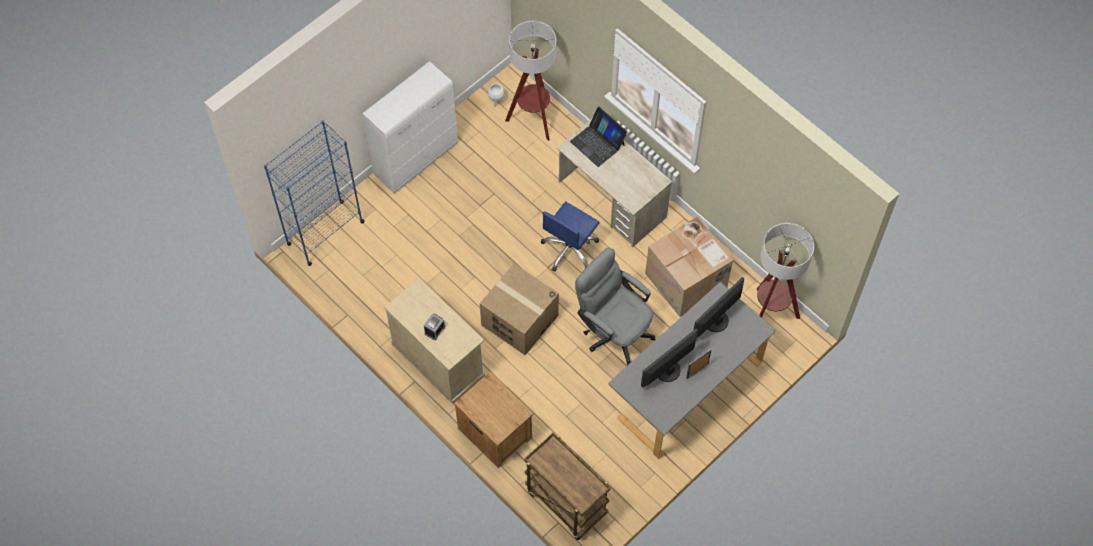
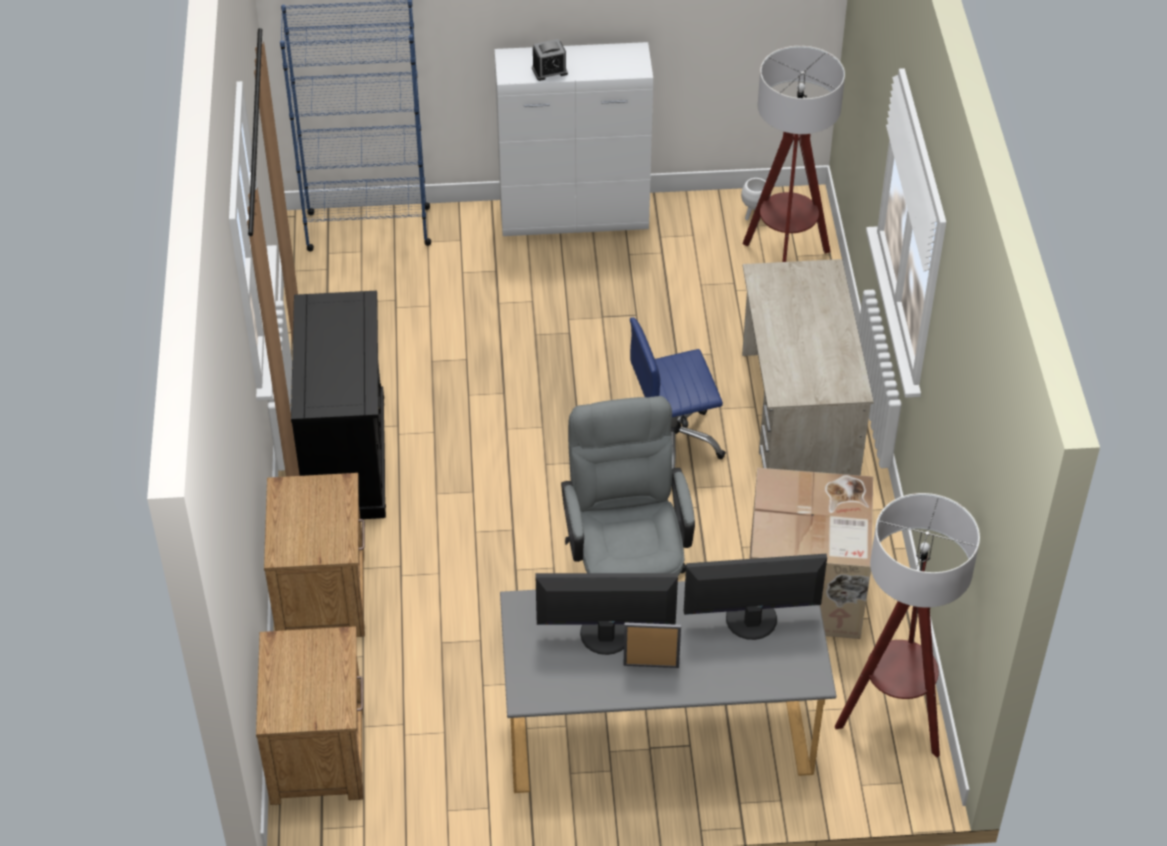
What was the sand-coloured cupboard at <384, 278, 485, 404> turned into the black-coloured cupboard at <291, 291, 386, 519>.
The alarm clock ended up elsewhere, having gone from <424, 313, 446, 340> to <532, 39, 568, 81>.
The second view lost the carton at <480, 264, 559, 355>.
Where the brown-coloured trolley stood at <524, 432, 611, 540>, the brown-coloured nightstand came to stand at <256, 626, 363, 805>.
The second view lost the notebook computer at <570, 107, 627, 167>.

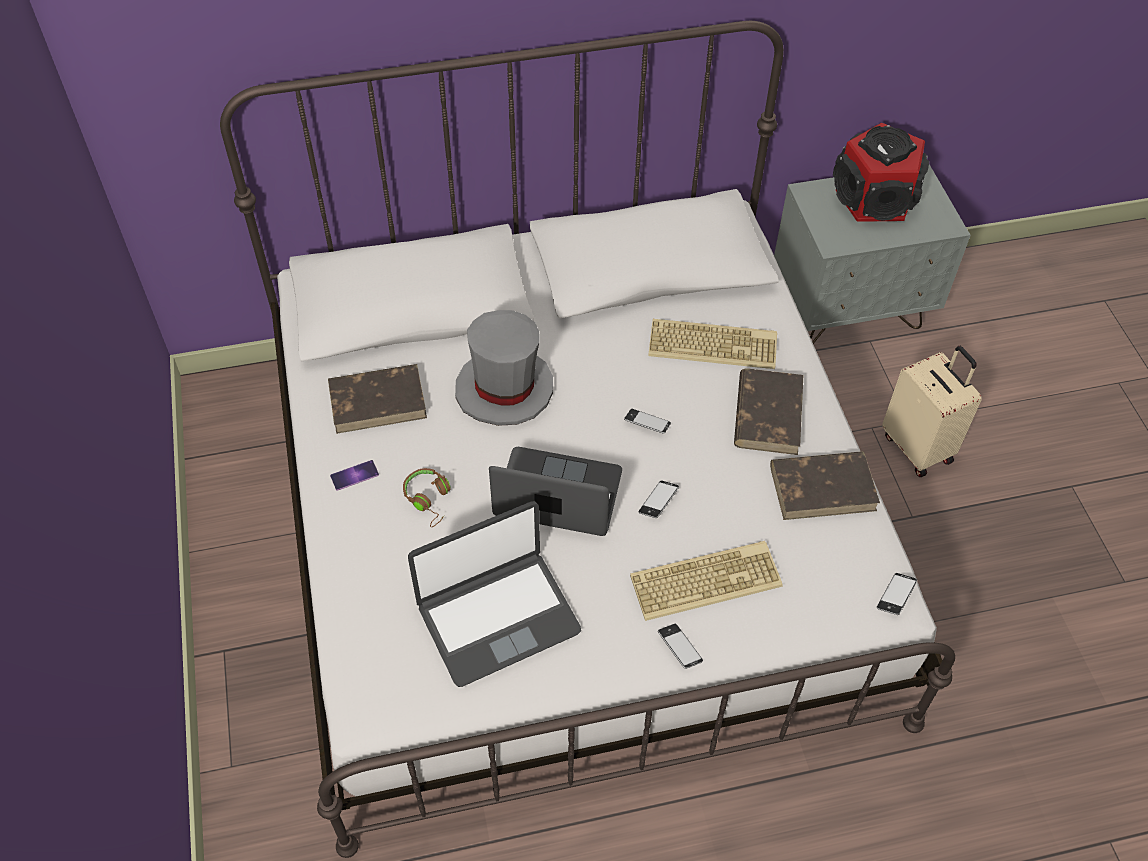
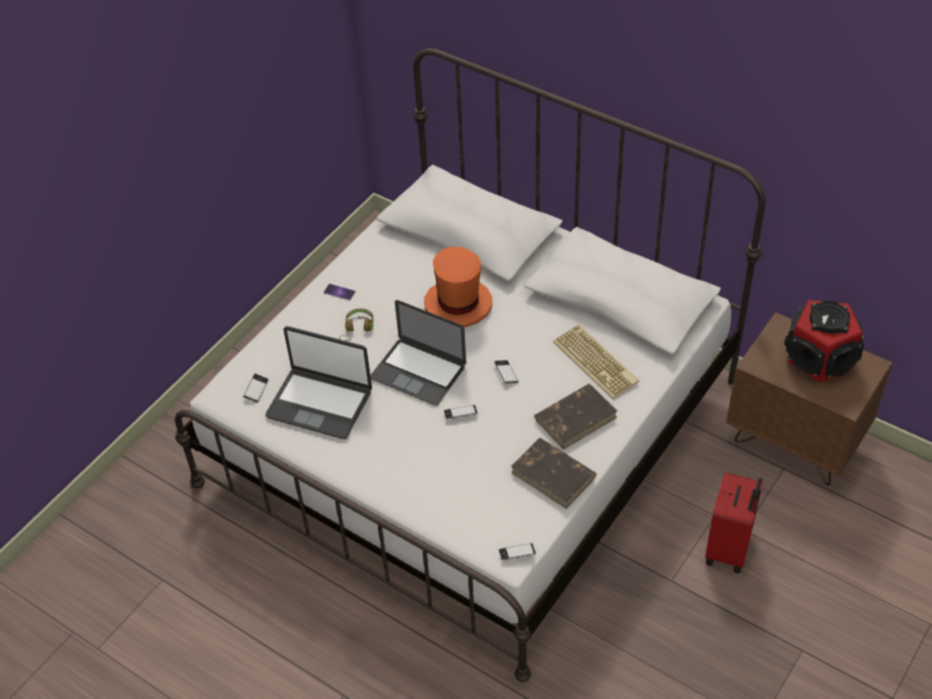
The second view lost the brown-coloured bound book at <328, 364, 427, 434>.
What was the grey hat at <455, 310, 553, 426> turned into the orangey hat at <424, 247, 492, 327>.
The notebook computer at <489, 447, 622, 536> ended up facing another way, 150 degrees clockwise from before.
The second view lost the keyboard at <630, 541, 783, 621>.
The telephone ended up elsewhere, having gone from <658, 624, 703, 669> to <243, 374, 268, 403>.
What was the grey nightstand at <774, 164, 971, 344> turned into the brown-coloured nightstand at <726, 312, 893, 486>.
What was the sand-coloured travel case at <882, 346, 982, 477> turned into the red travel case at <705, 472, 763, 573>.

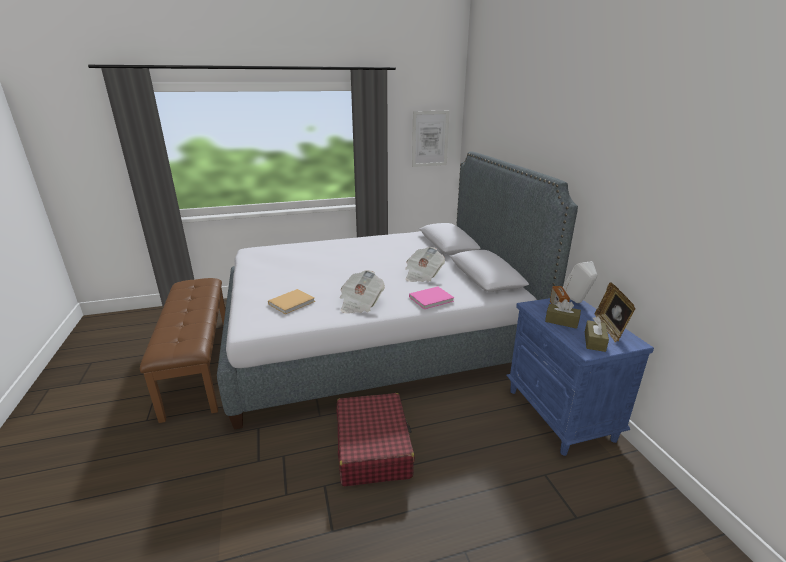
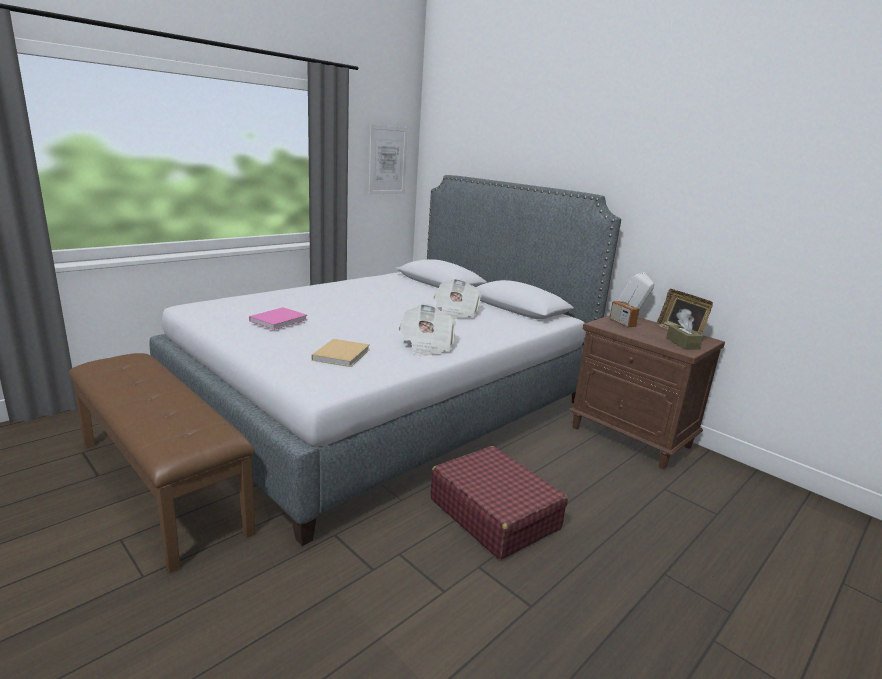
The pink-coloured bound book ended up elsewhere, having gone from <409, 287, 454, 309> to <249, 307, 308, 330>.
What was the blue-coloured nightstand at <506, 298, 654, 456> turned into the brown-coloured nightstand at <569, 315, 725, 469>.
The second view lost the brown-coloured tissue holder at <545, 299, 581, 329>.

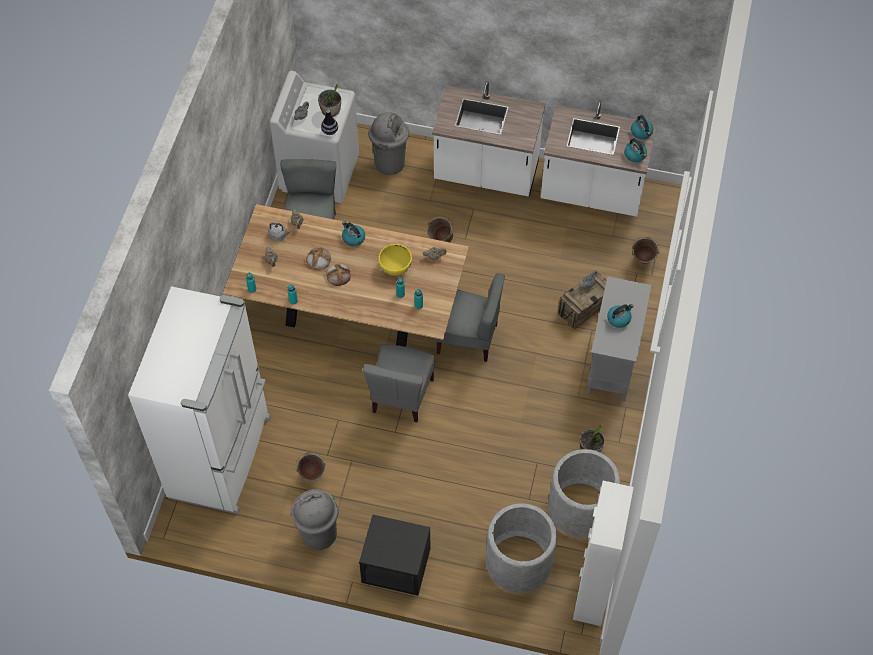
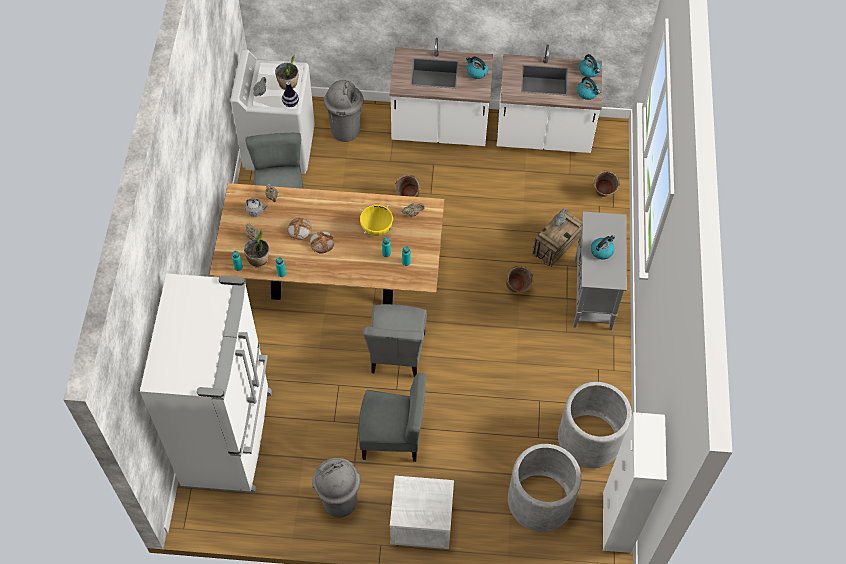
The green-coloured pail ended up elsewhere, having gone from <296, 452, 326, 482> to <506, 266, 534, 292>.
The tea kettle ended up elsewhere, having gone from <342, 221, 365, 246> to <466, 57, 488, 79>.
What was the black-coloured nightstand at <359, 515, 431, 596> turned into the whitish nightstand at <390, 476, 454, 549>.
The grey chair ended up elsewhere, having gone from <435, 273, 505, 362> to <358, 373, 426, 462>.
The potted plant ended up elsewhere, having gone from <580, 423, 605, 452> to <244, 229, 269, 267>.

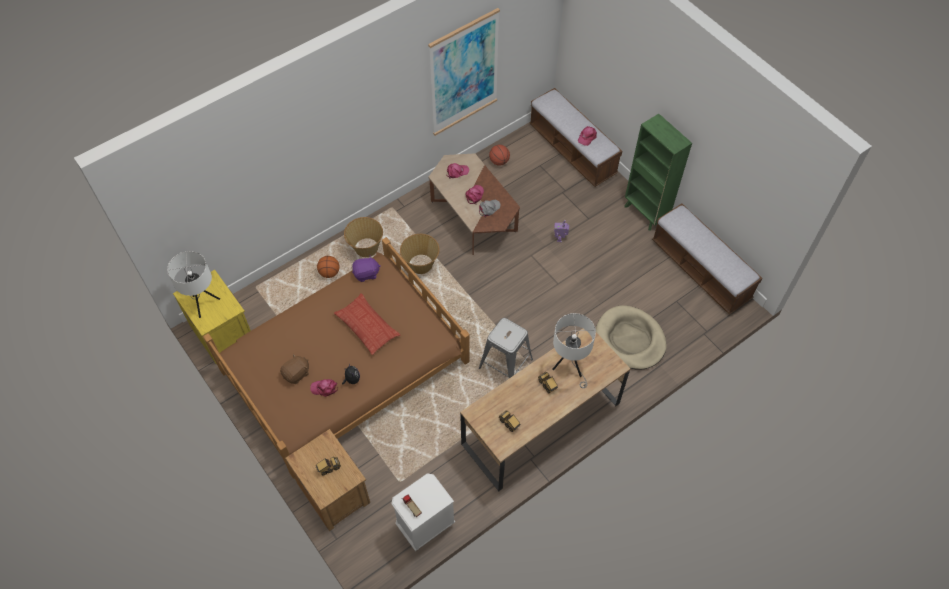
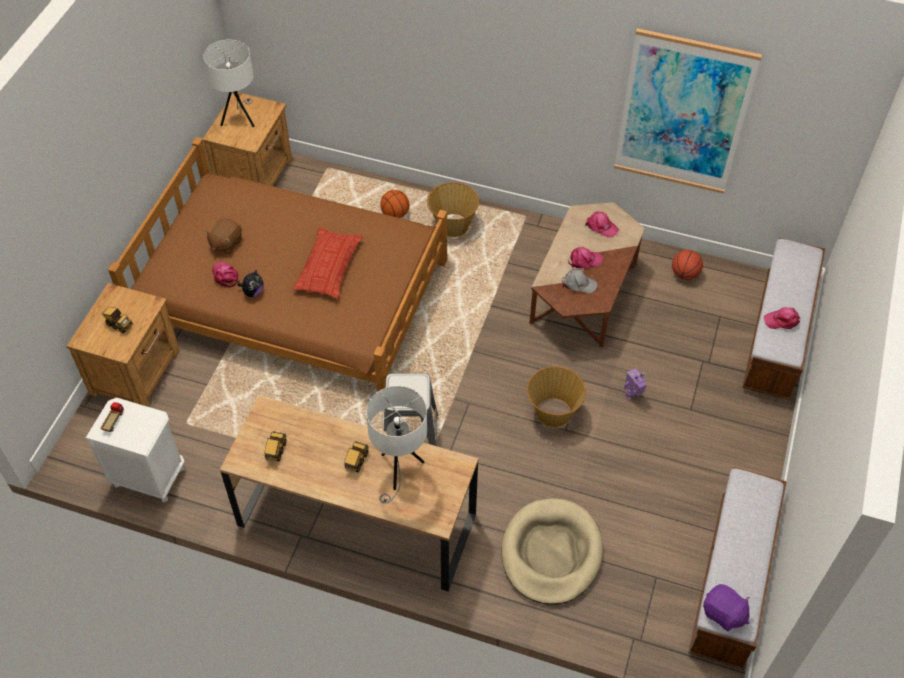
What was the yellow nightstand at <173, 270, 251, 363> turned into the brown-coloured nightstand at <203, 93, 292, 186>.
The brown-coloured plush toy at <280, 354, 309, 384> ended up facing another way, 105 degrees clockwise from before.
The purple plush toy ended up elsewhere, having gone from <352, 256, 381, 282> to <703, 584, 750, 631>.
The storage basket ended up elsewhere, having gone from <400, 234, 440, 274> to <527, 366, 586, 427>.
The second view lost the green-coloured shelving unit at <625, 114, 692, 231>.

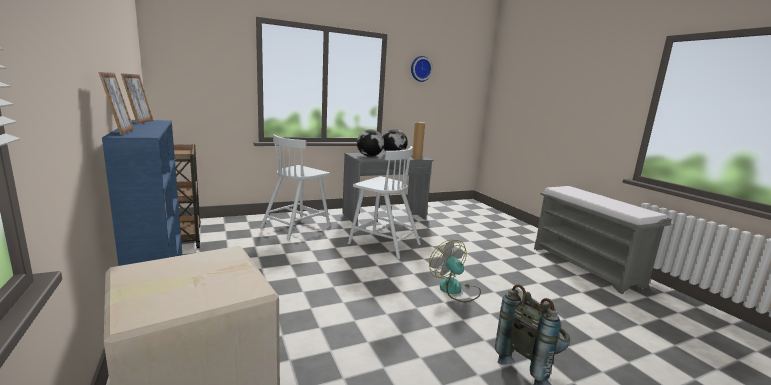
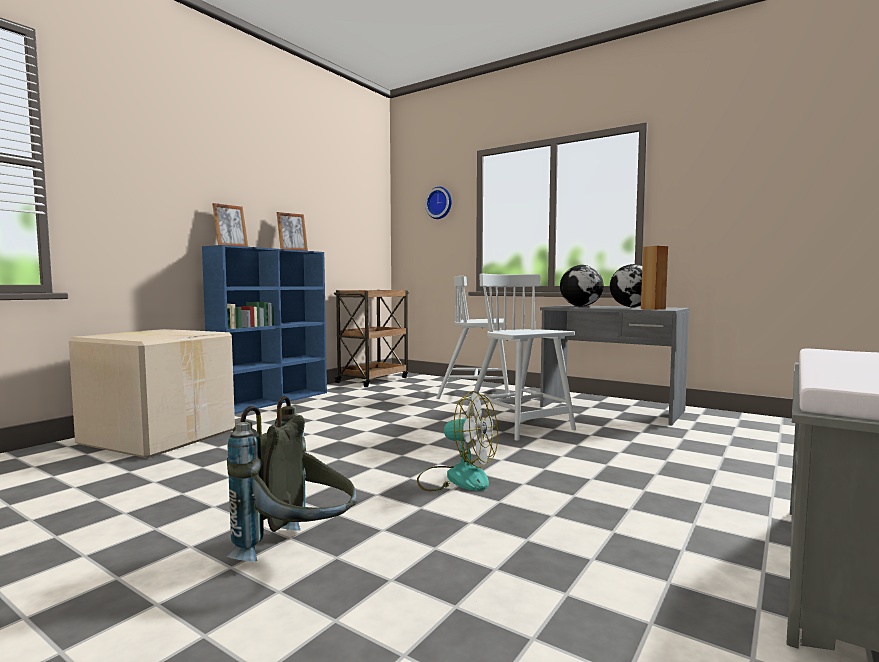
The whitish chair at <348, 146, 421, 259> ended up facing another way, 150 degrees clockwise from before.
The hanging clock ended up elsewhere, having gone from <411, 56, 433, 82> to <425, 187, 452, 219>.
The fan at <429, 240, 481, 303> ended up facing another way, 90 degrees clockwise from before.

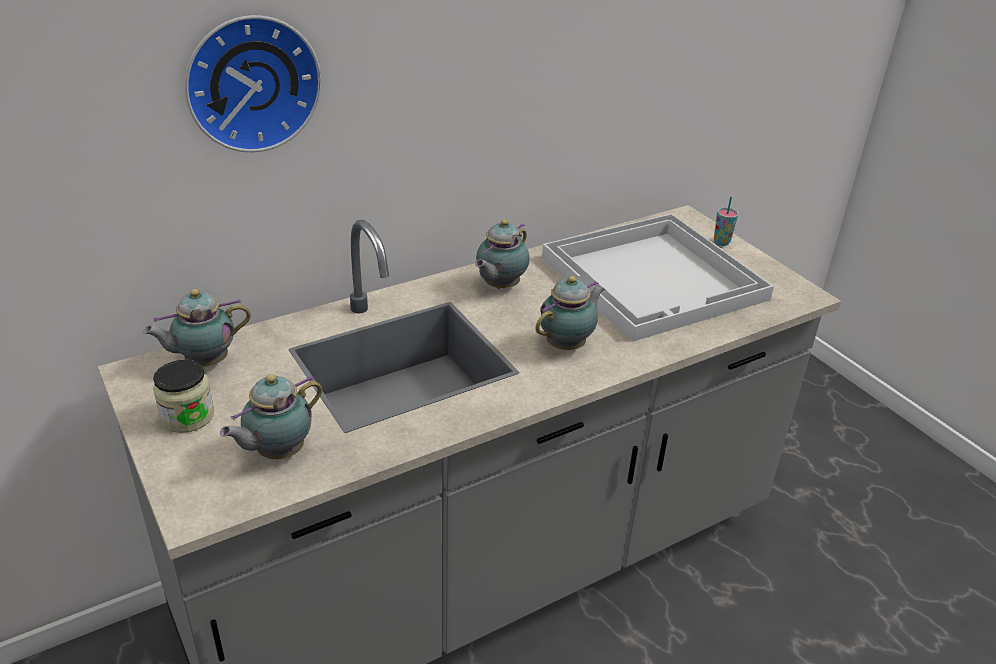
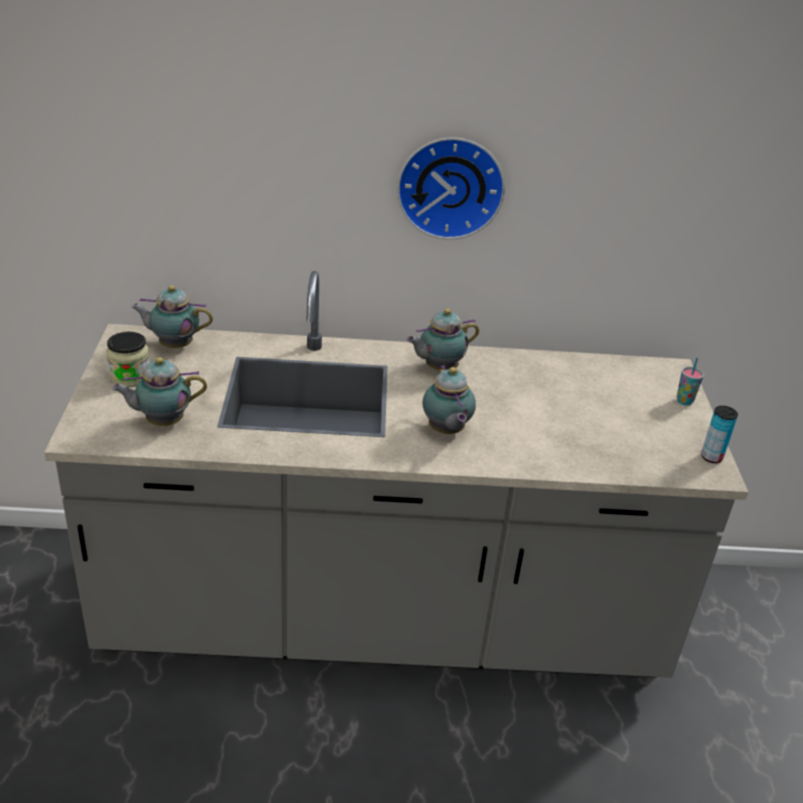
The hanging clock ended up elsewhere, having gone from <185, 15, 321, 152> to <397, 137, 505, 240>.
The tea pot at <535, 276, 605, 350> ended up facing another way, 90 degrees clockwise from before.
The second view lost the whitish tray at <542, 213, 774, 342>.
The second view gained the metal can at <701, 406, 738, 463>.

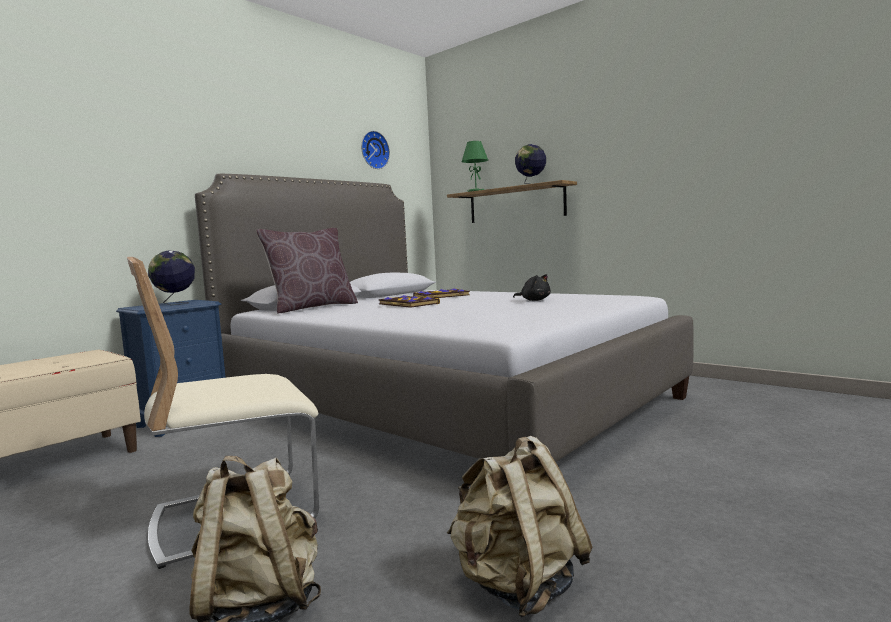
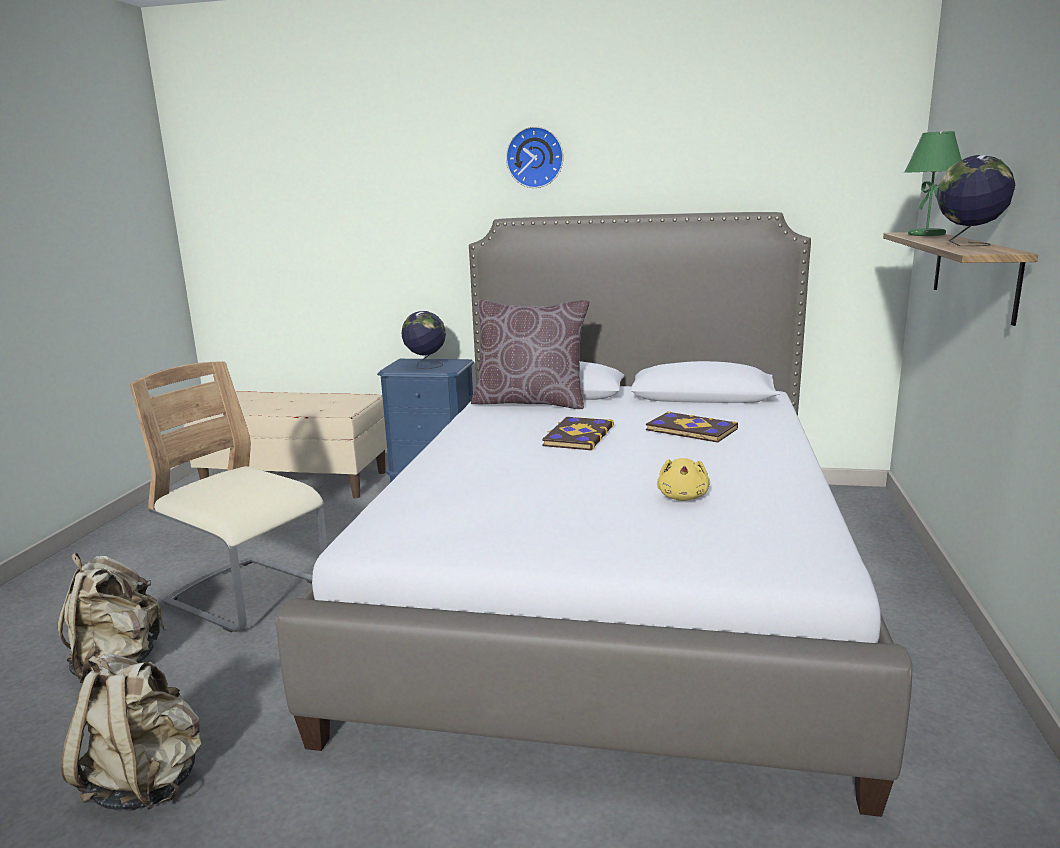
The hanging clock ended up elsewhere, having gone from <361, 131, 390, 169> to <506, 126, 564, 188>.
What was the black-coloured plush toy at <513, 274, 551, 301> turned into the yellow plush toy at <657, 458, 710, 501>.

